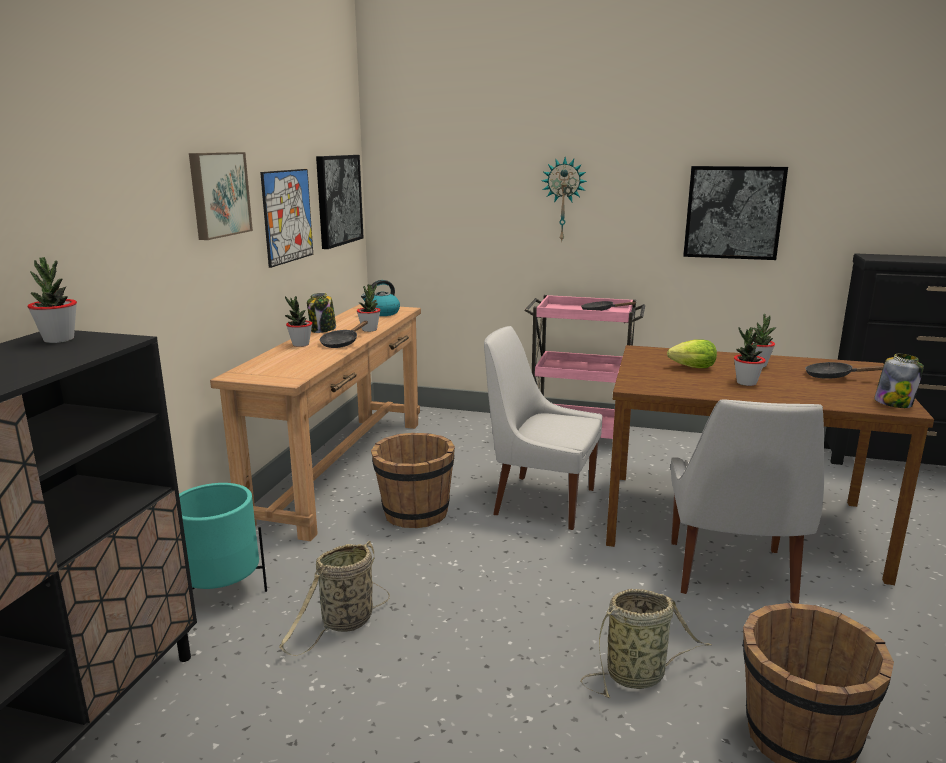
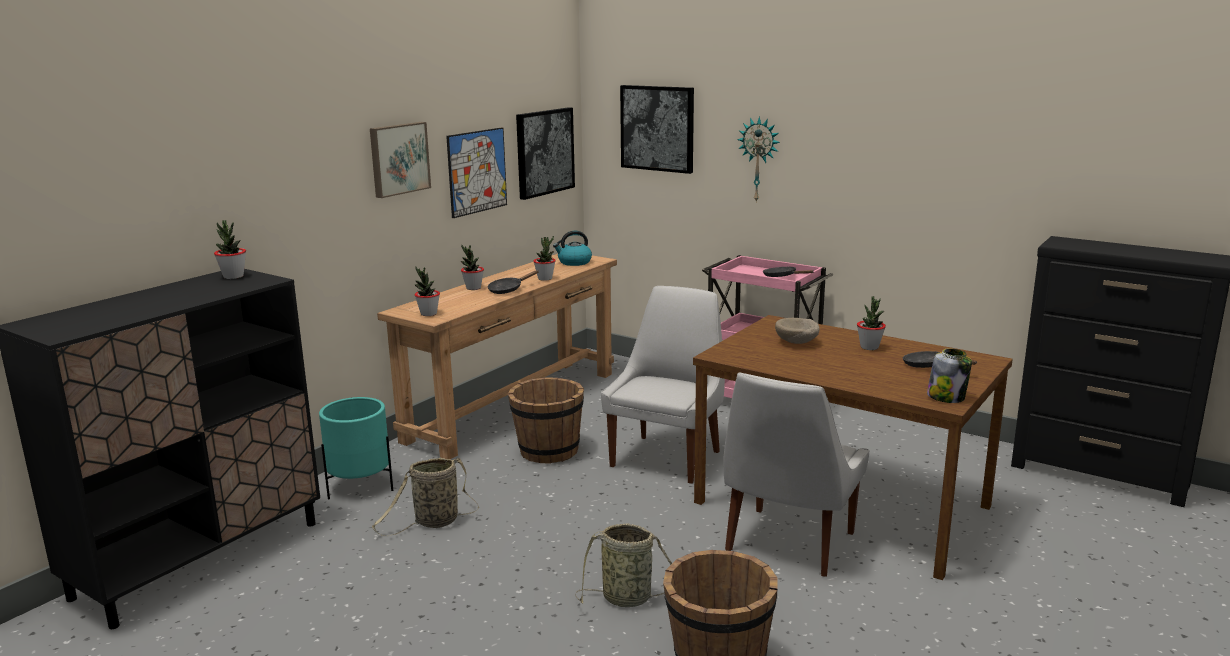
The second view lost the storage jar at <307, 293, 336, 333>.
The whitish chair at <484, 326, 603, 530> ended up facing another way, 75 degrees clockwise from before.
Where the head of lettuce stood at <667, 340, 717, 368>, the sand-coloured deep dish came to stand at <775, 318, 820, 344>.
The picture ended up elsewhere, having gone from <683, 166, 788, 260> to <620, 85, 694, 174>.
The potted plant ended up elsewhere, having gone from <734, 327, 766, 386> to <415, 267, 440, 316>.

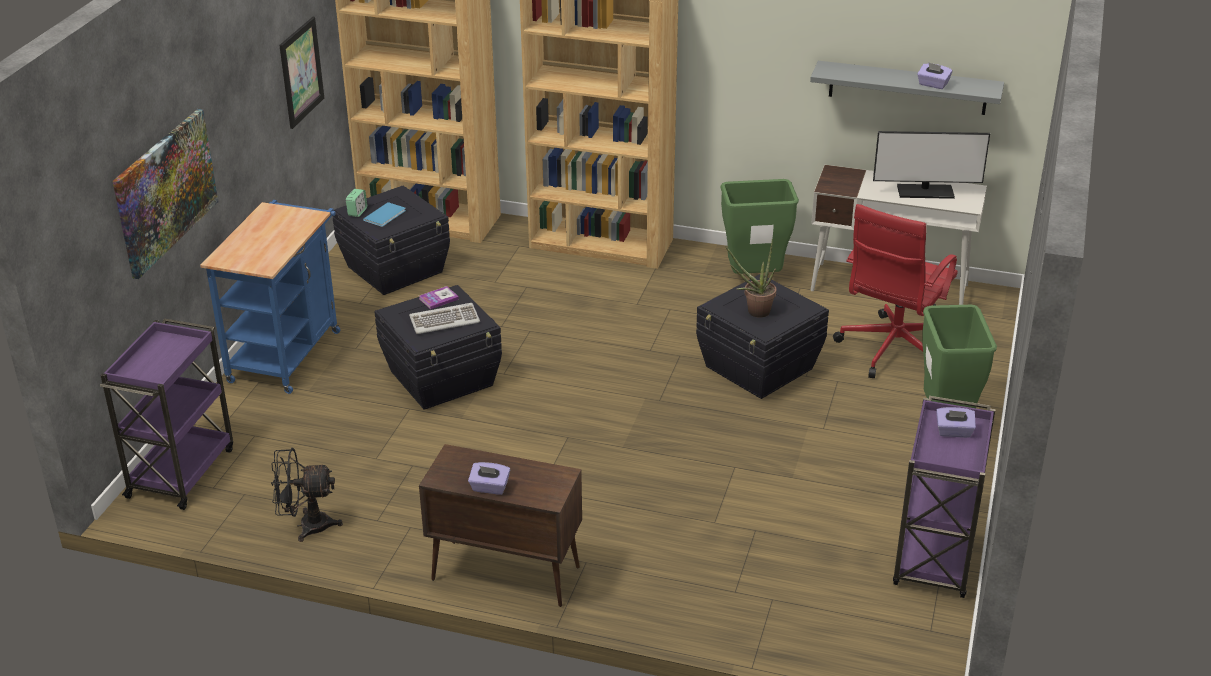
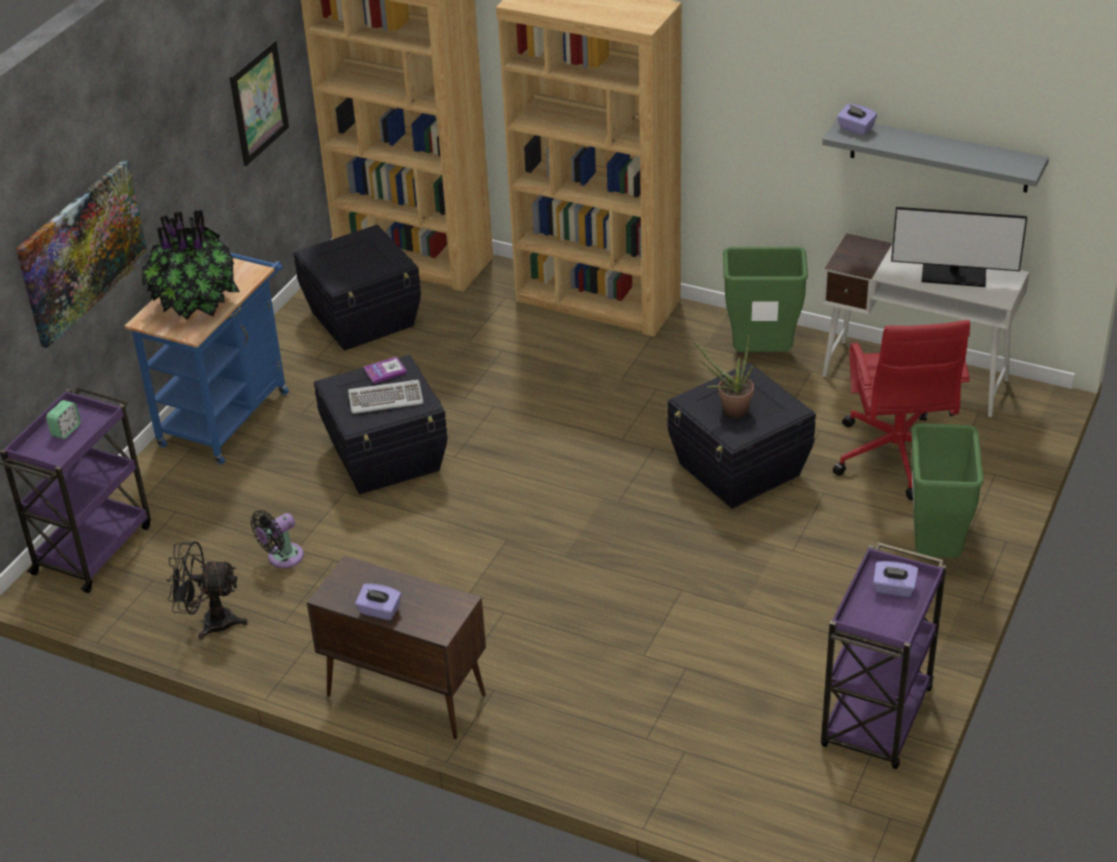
The alarm clock ended up elsewhere, having gone from <346, 189, 367, 217> to <46, 400, 81, 439>.
The second view lost the blue-coloured bound book at <363, 202, 406, 227>.
The red desk chair at <833, 204, 958, 378> ended up facing another way, 45 degrees counterclockwise from before.
The purple tissue holder ended up elsewhere, having gone from <917, 63, 952, 89> to <837, 104, 877, 135>.
The second view gained the potted plant at <141, 210, 240, 320>.
The second view gained the black-coloured fan at <251, 510, 304, 568>.

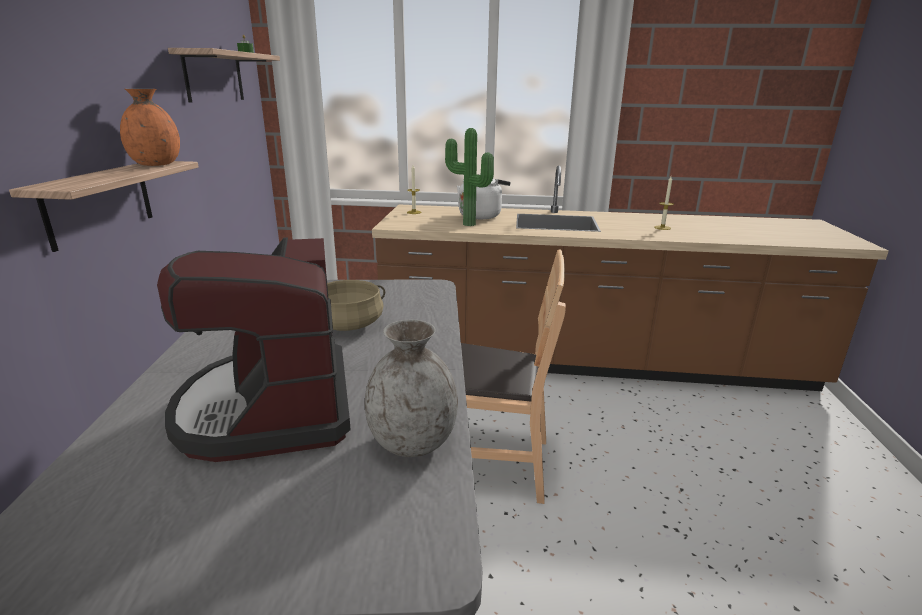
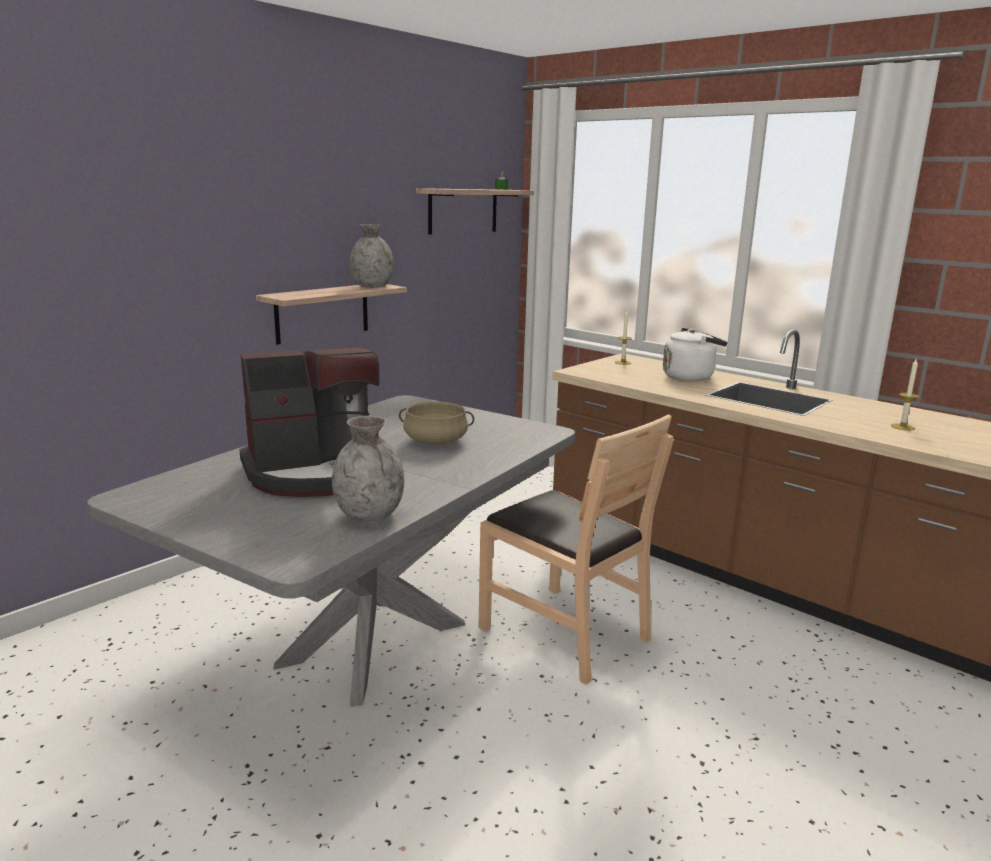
What was the orangey decorative vase at <120, 89, 180, 166> turned into the grey decorative vase at <350, 224, 394, 288>.
The coffee machine at <157, 237, 351, 462> ended up facing another way, 135 degrees counterclockwise from before.
The second view lost the potted plant at <445, 128, 494, 226>.

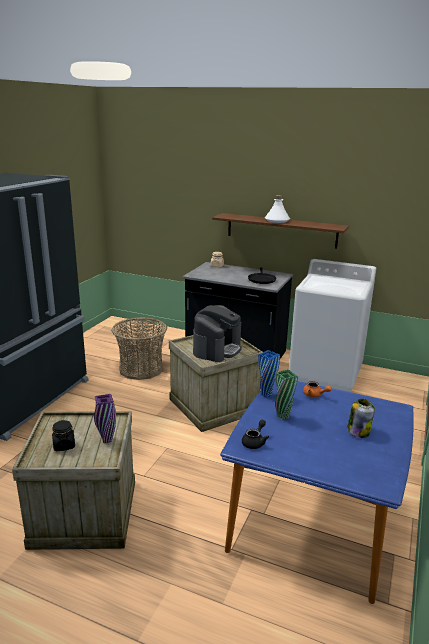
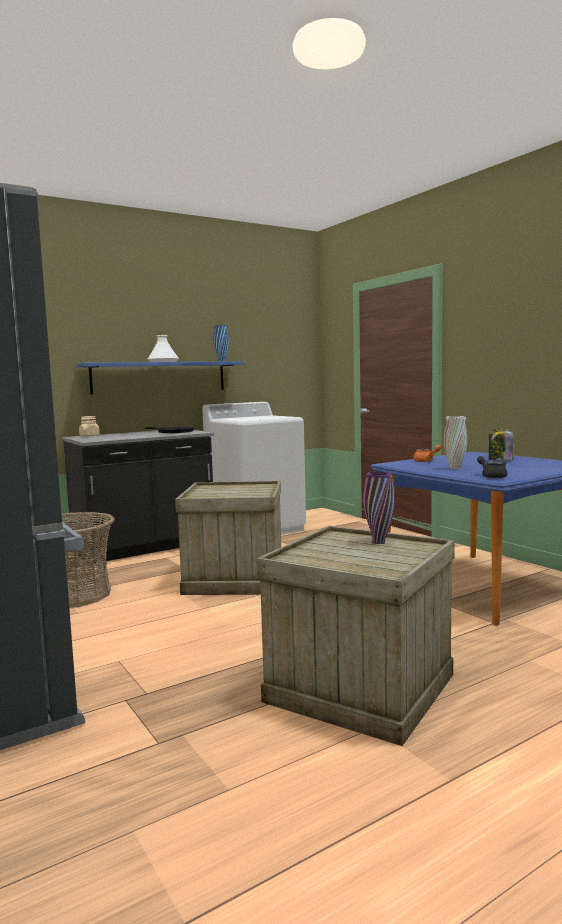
The second view lost the black-coloured storage jar at <52, 420, 75, 451>.
The second view lost the coffee machine at <193, 305, 242, 362>.
What was the brown-coloured wall shelf at <212, 213, 349, 248> turned into the blue-coloured wall shelf at <77, 361, 246, 395>.
The blue-coloured decorative vase ended up elsewhere, having gone from <258, 350, 280, 397> to <213, 325, 229, 362>.
What was the green-coloured decorative vase at <275, 369, 298, 420> turned into the whitish decorative vase at <444, 416, 467, 469>.

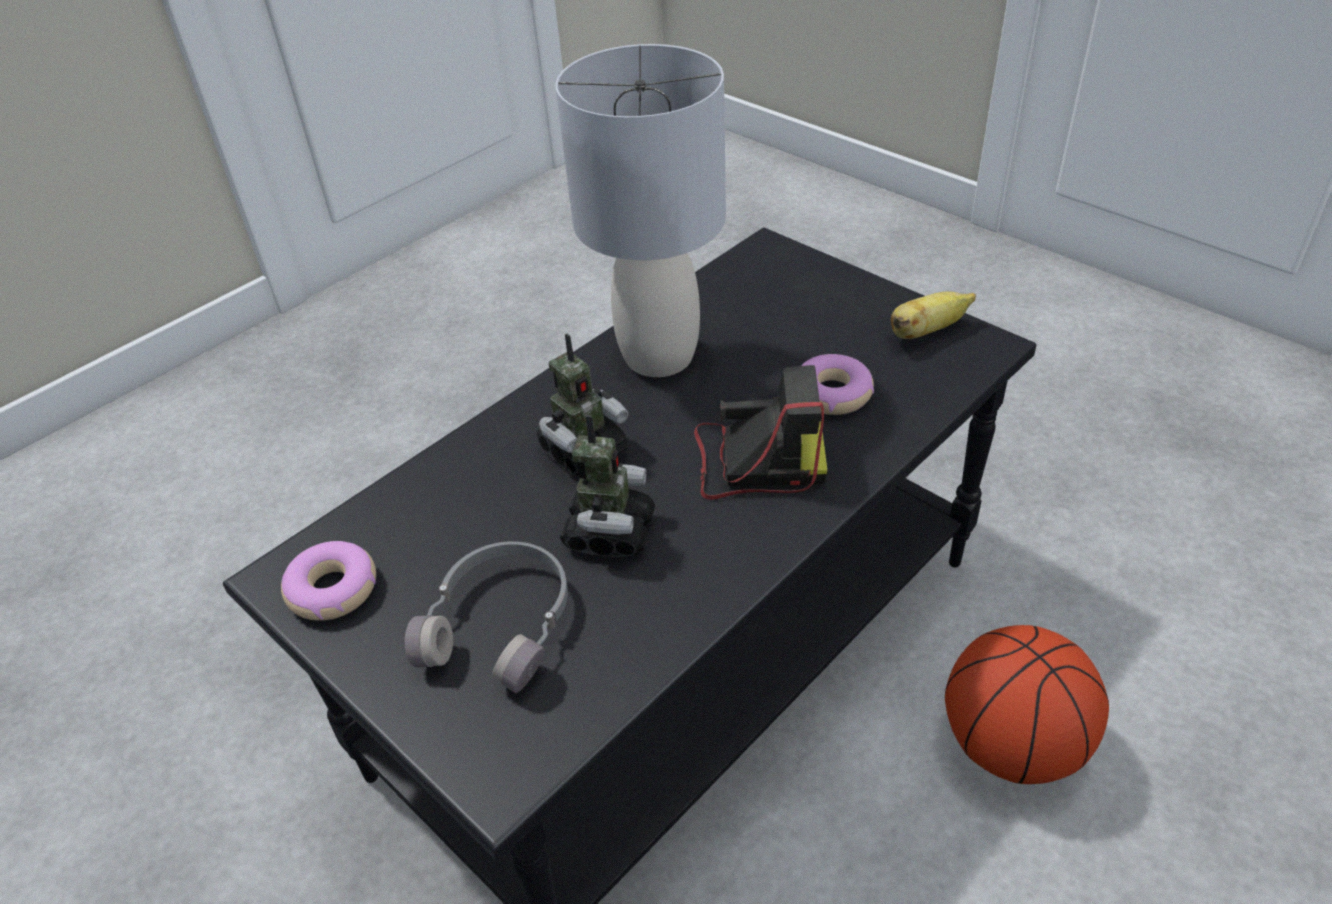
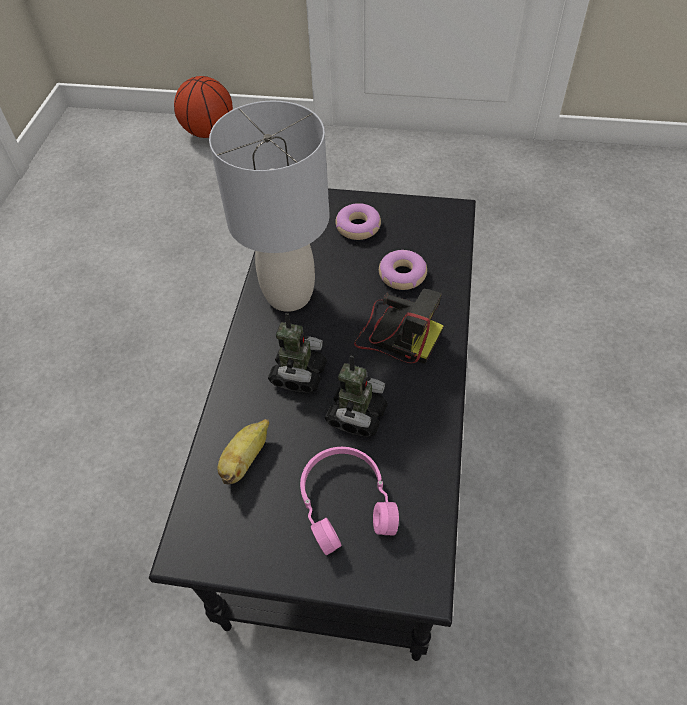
The ring doughnut ended up elsewhere, having gone from <281, 541, 376, 621> to <335, 203, 381, 240>.
What was the grey headphones at <405, 541, 568, 693> turned into the pink-coloured headphones at <300, 447, 399, 556>.
The robot figure at <560, 415, 655, 557> ended up facing another way, 45 degrees clockwise from before.
The photo camera at <694, 365, 828, 500> ended up facing another way, 60 degrees clockwise from before.
The whole banana ended up elsewhere, having gone from <891, 291, 976, 339> to <217, 419, 269, 484>.
The basketball ended up elsewhere, having gone from <945, 625, 1109, 784> to <174, 76, 233, 138>.

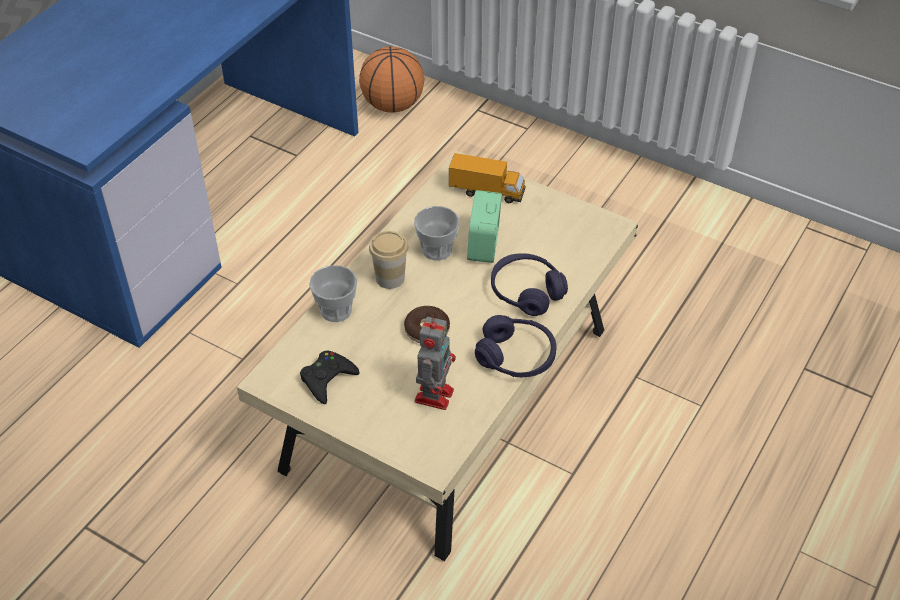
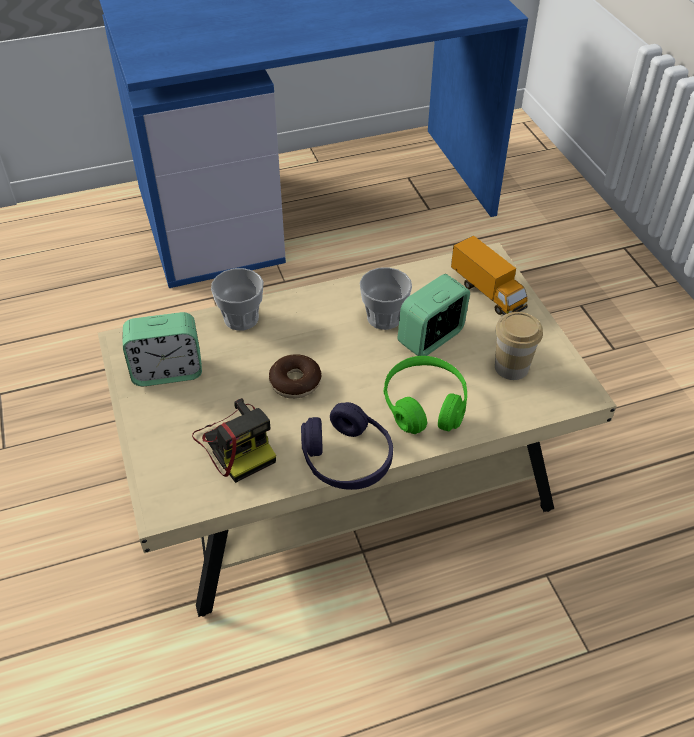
Where the black-coloured gamepad stood at <300, 351, 360, 404>, the alarm clock came to stand at <123, 312, 202, 386>.
The second view lost the basketball at <359, 46, 424, 113>.
The drinking cup ended up elsewhere, having gone from <369, 231, 408, 289> to <495, 312, 543, 380>.
Where the robot figure stood at <415, 315, 456, 410>, the photo camera came to stand at <192, 398, 276, 483>.
What was the purple headphones at <491, 253, 568, 316> turned into the green-coloured headphones at <384, 356, 467, 434>.

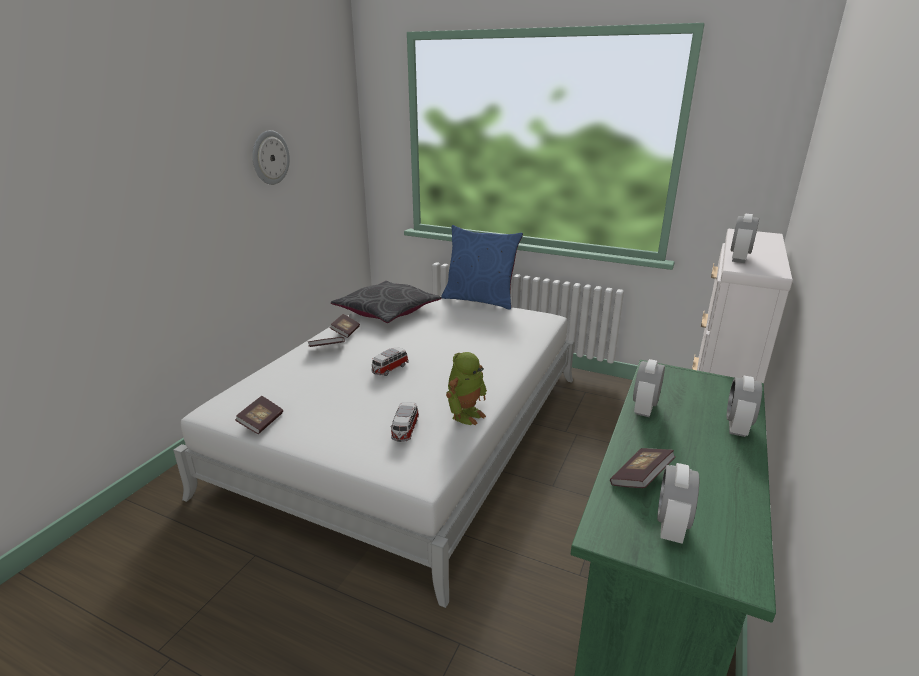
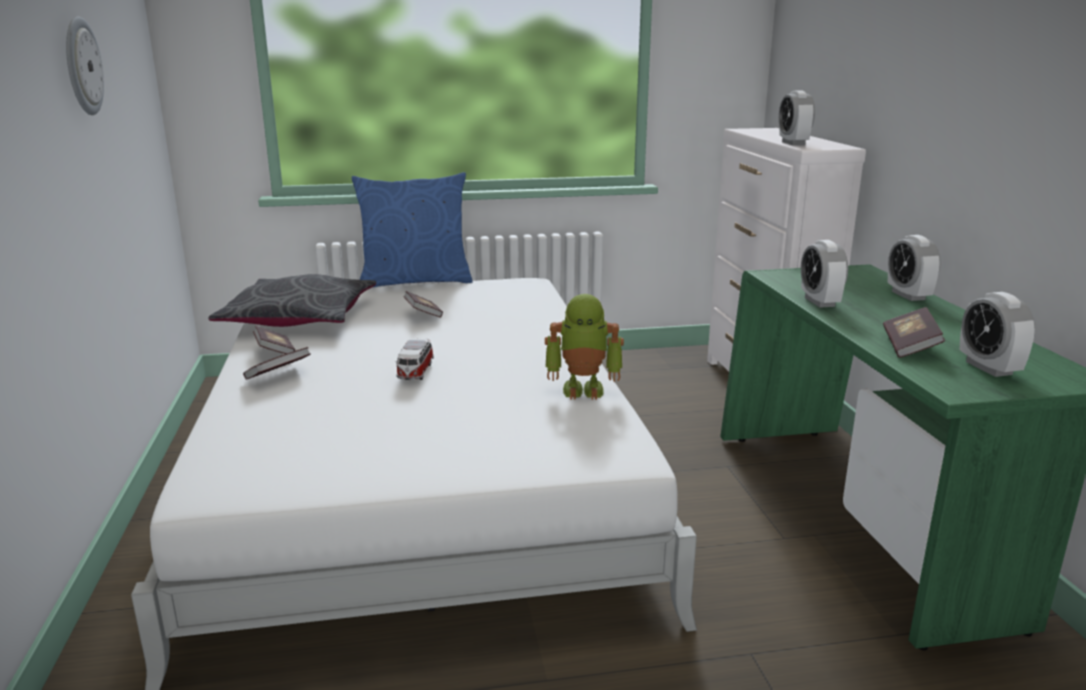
The bound book ended up elsewhere, having gone from <235, 396, 283, 434> to <403, 291, 443, 318>.
The second view lost the toy car at <390, 402, 419, 442>.
The robot figure at <446, 352, 487, 425> ended up facing another way, 90 degrees clockwise from before.

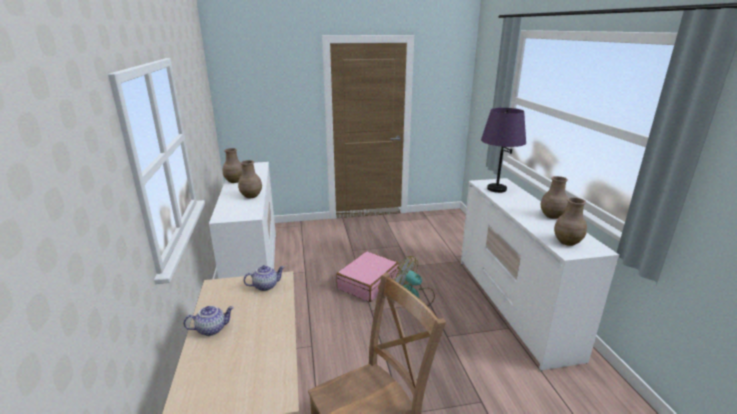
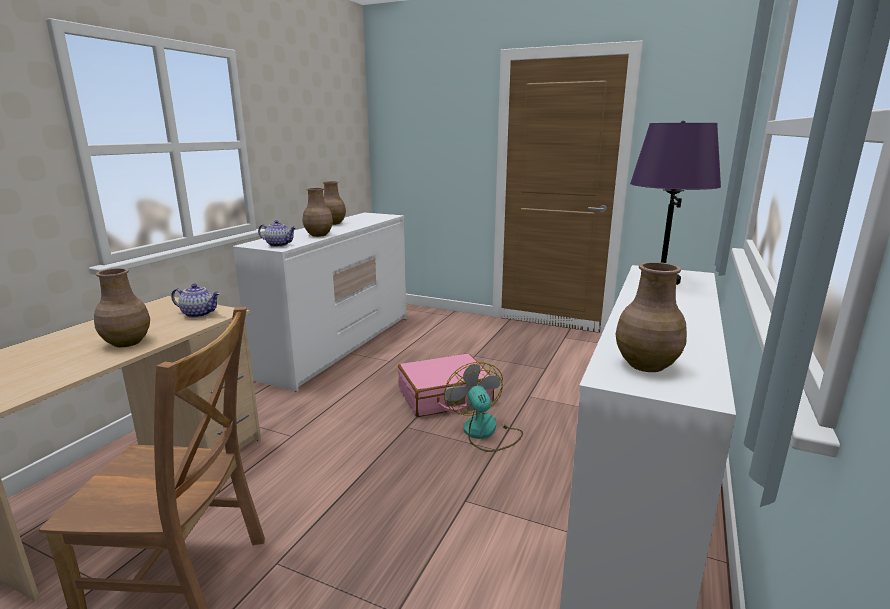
The tea pot ended up elsewhere, having gone from <184, 306, 234, 336> to <258, 220, 296, 247>.
The brown-coloured decorative vase ended up elsewhere, having gone from <541, 176, 568, 219> to <94, 268, 150, 347>.

